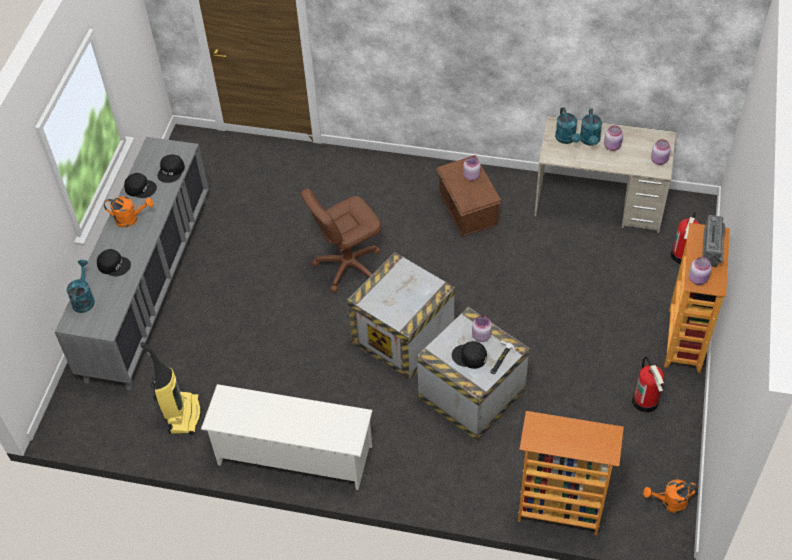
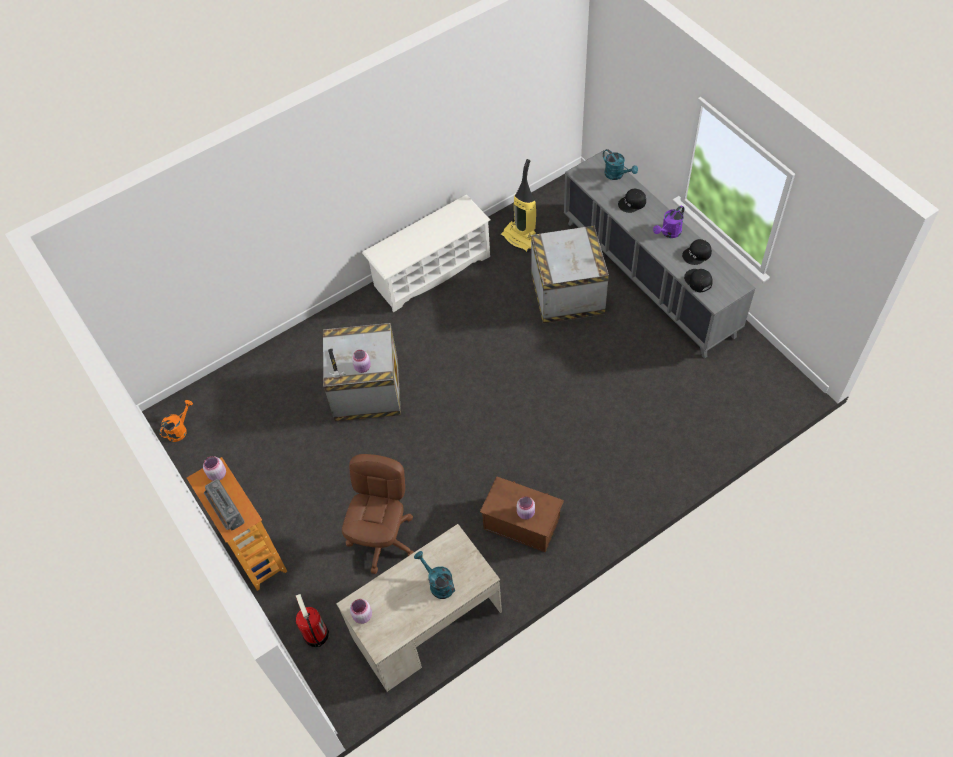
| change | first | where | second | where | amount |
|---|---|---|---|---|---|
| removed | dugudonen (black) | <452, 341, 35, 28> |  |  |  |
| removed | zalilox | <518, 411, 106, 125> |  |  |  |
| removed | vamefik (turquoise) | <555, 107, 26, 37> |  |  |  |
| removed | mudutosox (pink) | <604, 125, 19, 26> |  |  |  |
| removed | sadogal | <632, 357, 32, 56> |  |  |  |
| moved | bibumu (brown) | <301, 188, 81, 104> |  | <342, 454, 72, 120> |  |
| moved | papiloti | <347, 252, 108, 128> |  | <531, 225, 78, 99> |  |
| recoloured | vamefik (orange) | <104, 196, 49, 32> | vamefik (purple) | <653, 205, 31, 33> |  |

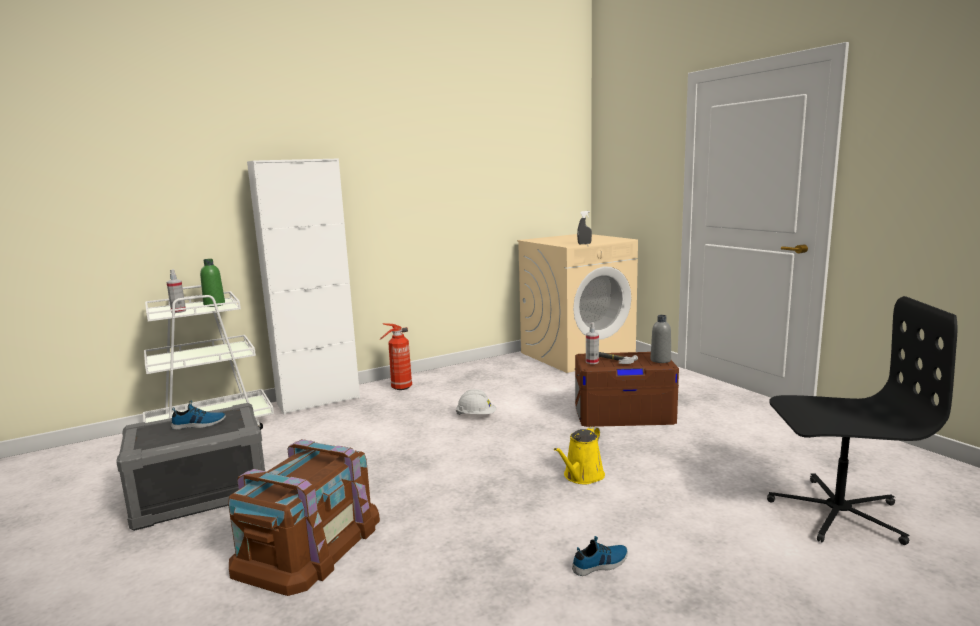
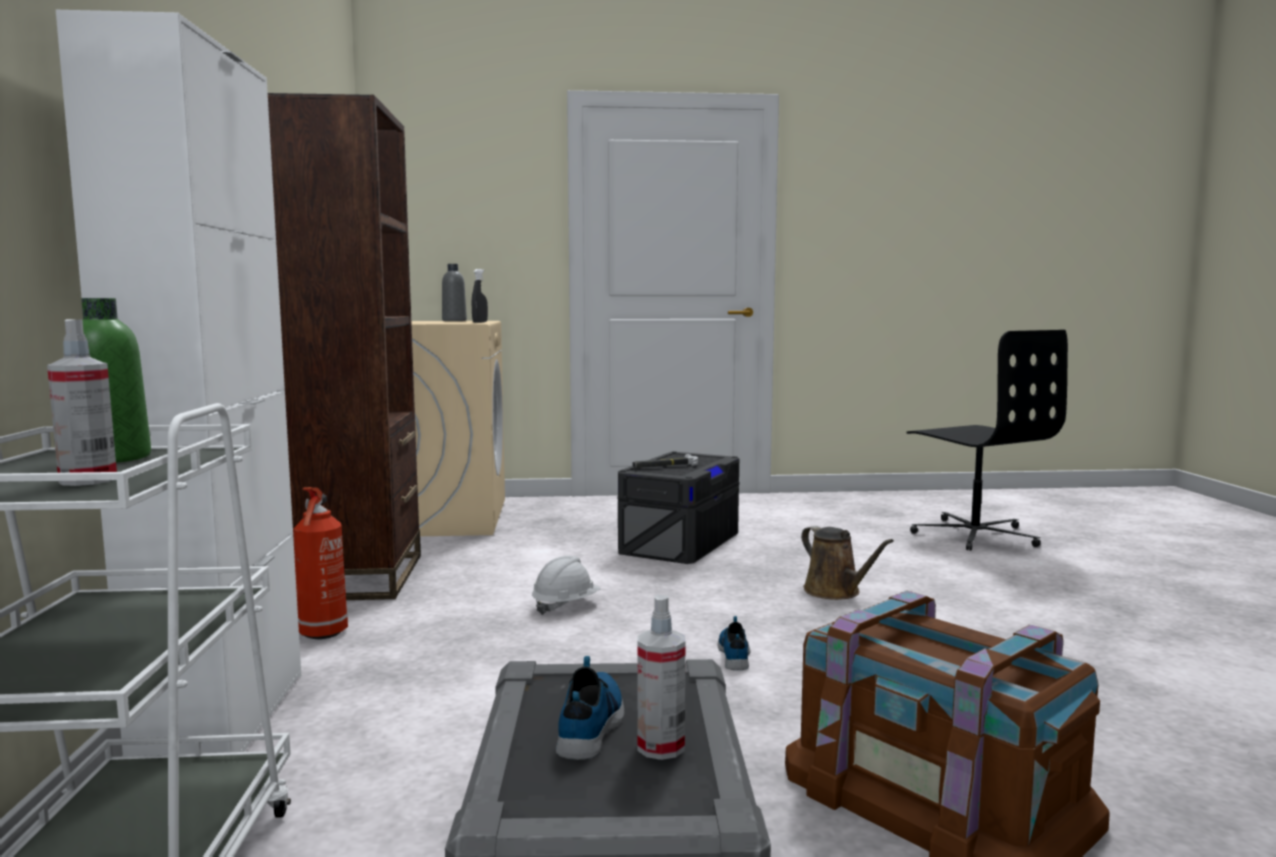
| change | first | where | second | where | amount |
|---|---|---|---|---|---|
| added |  |  | zalilox (brown) | <268, 93, 153, 507> |  |
| moved | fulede | <572, 536, 56, 40> |  | <718, 616, 33, 54> |  |
| moved | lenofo | <586, 322, 13, 42> |  | <637, 594, 49, 166> |  |
| moved | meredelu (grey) | <650, 315, 21, 48> |  | <442, 264, 25, 57> |  |
| recoloured | vamefik (yellow) | <554, 426, 51, 58> | vamefik (brown) | <801, 526, 93, 74> |  |
| recoloured | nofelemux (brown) | <575, 352, 104, 75> | nofelemux (grey) | <618, 451, 121, 113> |  |
| turned | bibumu (black) | <767, 296, 190, 249> |  | <906, 330, 162, 221> | 120 degrees clockwise |

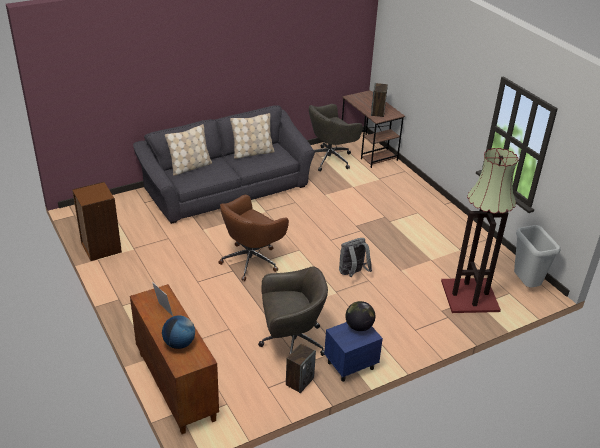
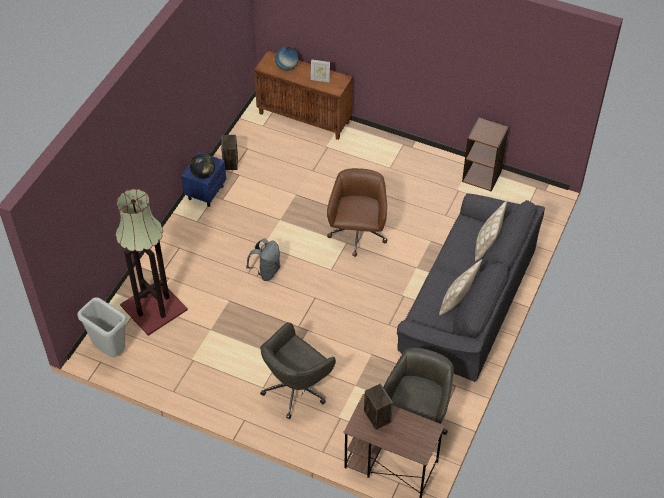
| change | first | where | second | where | amount |
|---|---|---|---|---|---|
| moved | bibumu (grey) | <258, 266, 70, 90> |  | <260, 322, 76, 97> |  |

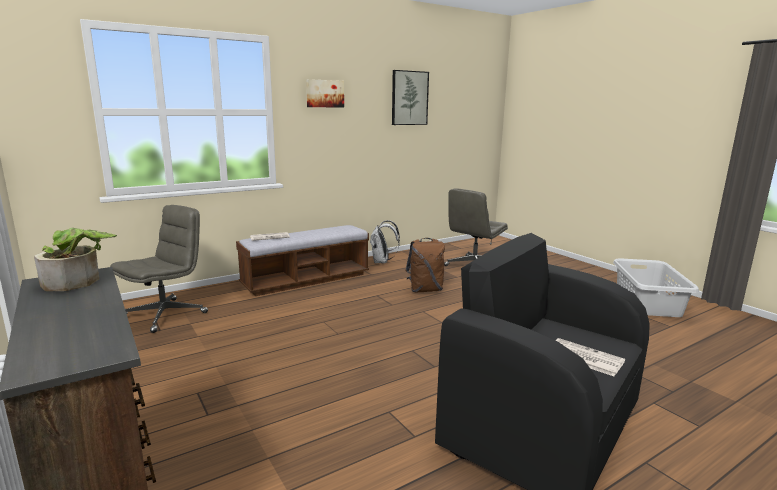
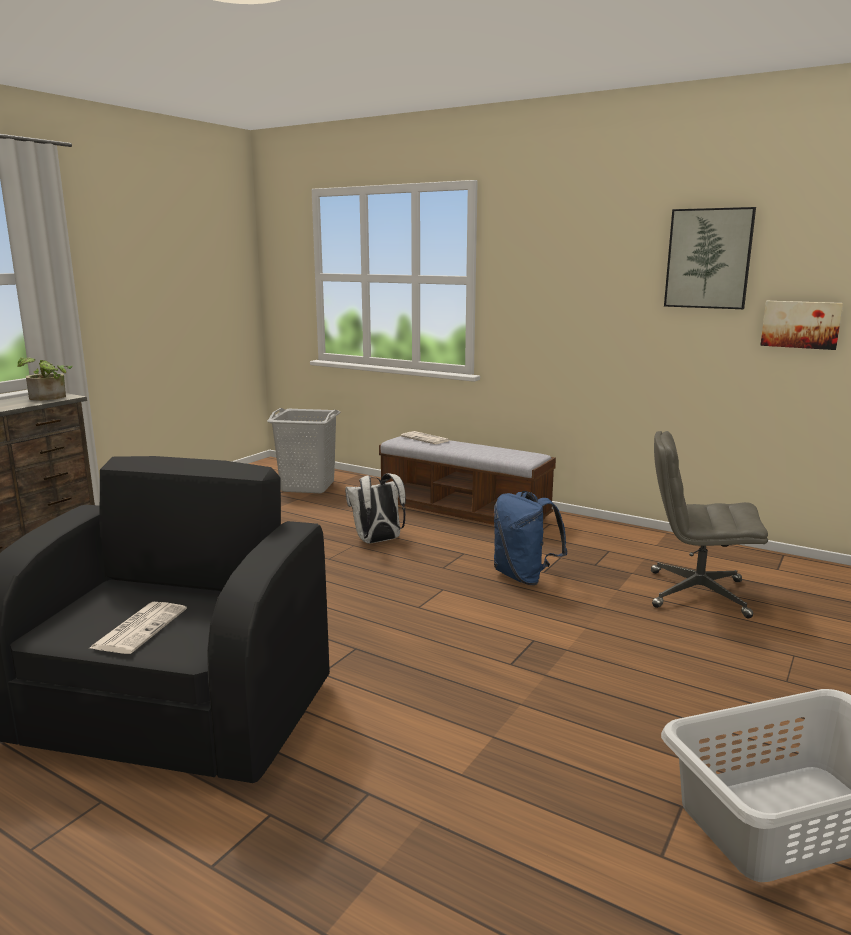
| change | first | where | second | where | amount |
|---|---|---|---|---|---|
| moved | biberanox | <306, 79, 38, 29> |  | <760, 301, 83, 49> |  |
| moved | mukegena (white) | <370, 220, 30, 43> |  | <345, 473, 61, 71> |  |
| replaced | bibumu (grey) | <110, 205, 98, 128> | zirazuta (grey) | <267, 408, 74, 85> |  |
| recoloured | mukegena (brown) | <405, 238, 40, 54> | mukegena (blue) | <494, 491, 74, 94> |  |

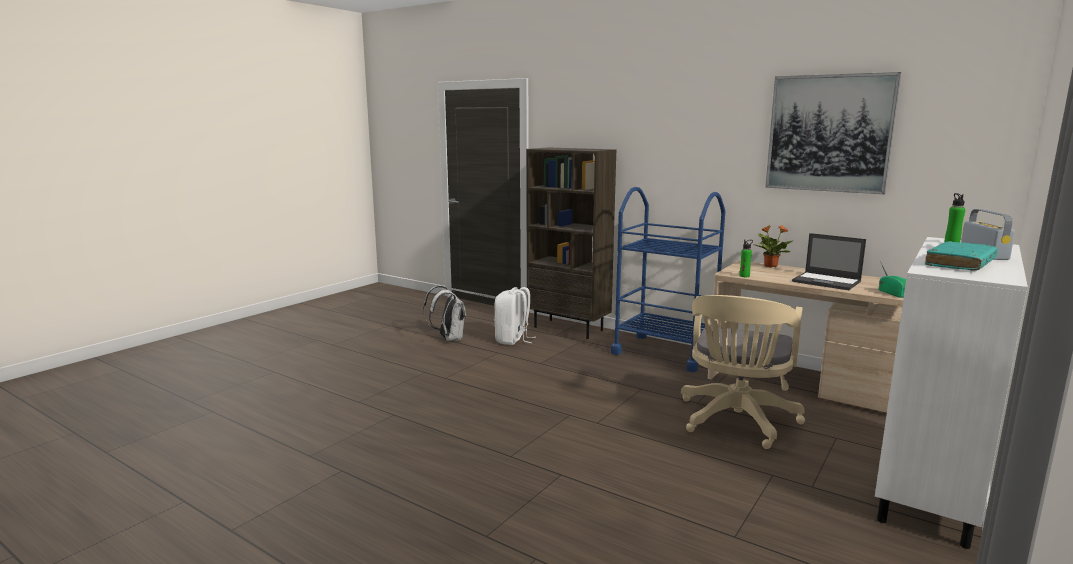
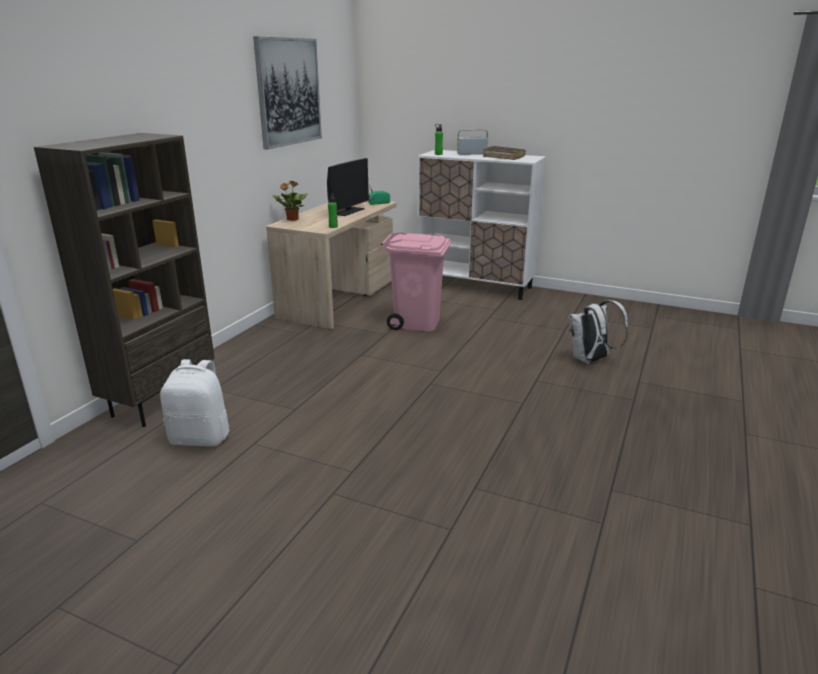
| change | first | where | second | where | amount |
|---|---|---|---|---|---|
| removed | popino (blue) | <611, 187, 114, 185> |  |  |  |
| moved | mukegena (white) | <423, 286, 43, 55> |  | <568, 300, 60, 64> |  |
| replaced | bibumu (beige) | <681, 295, 124, 154> | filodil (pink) | <381, 232, 71, 99> |  |
| replaced | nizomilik | <792, 233, 74, 57> | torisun | <327, 158, 42, 58> |  |
| recoloured | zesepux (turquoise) | <925, 241, 73, 30> | zesepux (brown) | <483, 146, 43, 14> |  |

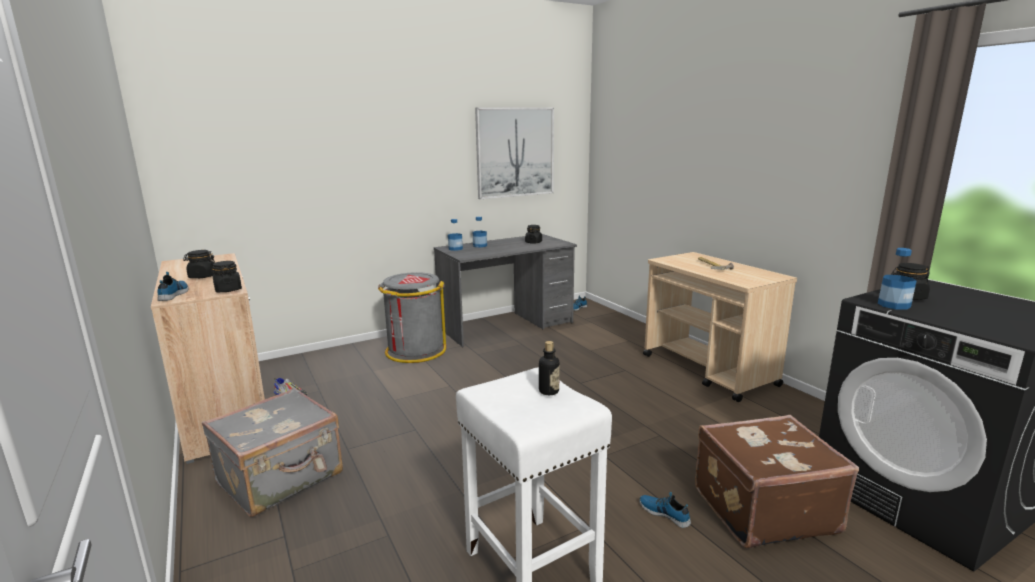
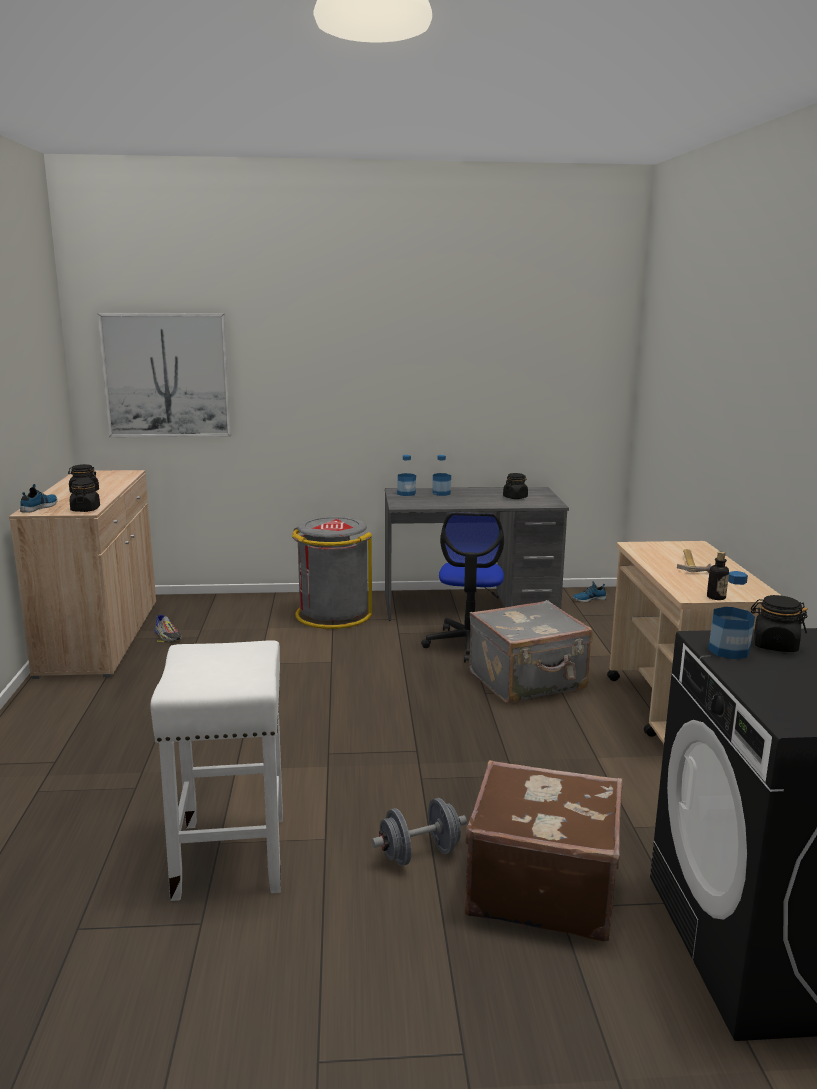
| change | first | where | second | where | amount |
|---|---|---|---|---|---|
| added |  |  | bibumu | <421, 512, 83, 151> |  |
| moved | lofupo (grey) | <202, 388, 141, 129> |  | <469, 600, 124, 103> |  |
| moved | biberanox | <475, 107, 79, 92> |  | <97, 313, 134, 124> |  |
| moved | meredelu | <539, 341, 21, 54> |  | <707, 552, 22, 48> |  |
| replaced | fulede | <639, 492, 52, 36> | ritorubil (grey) | <372, 798, 95, 68> |  |

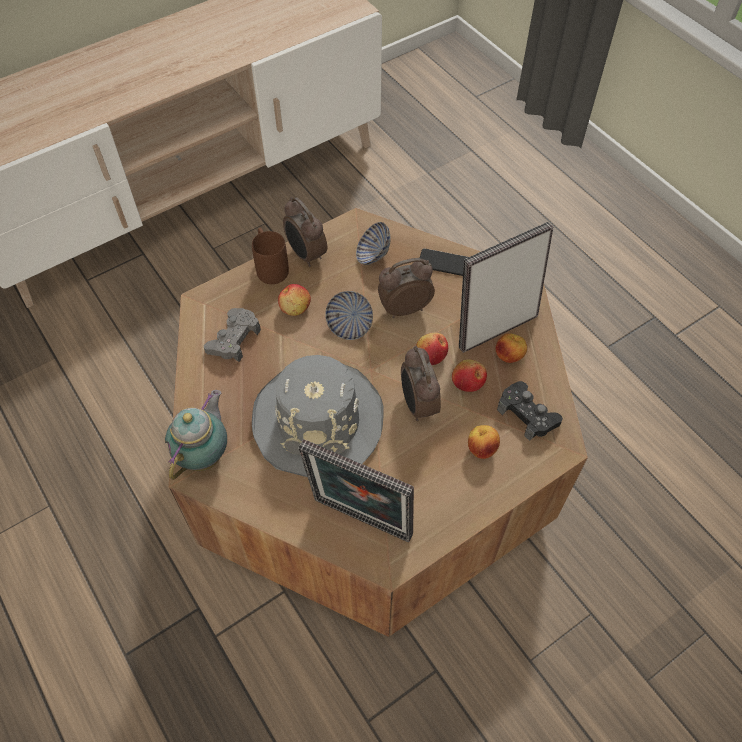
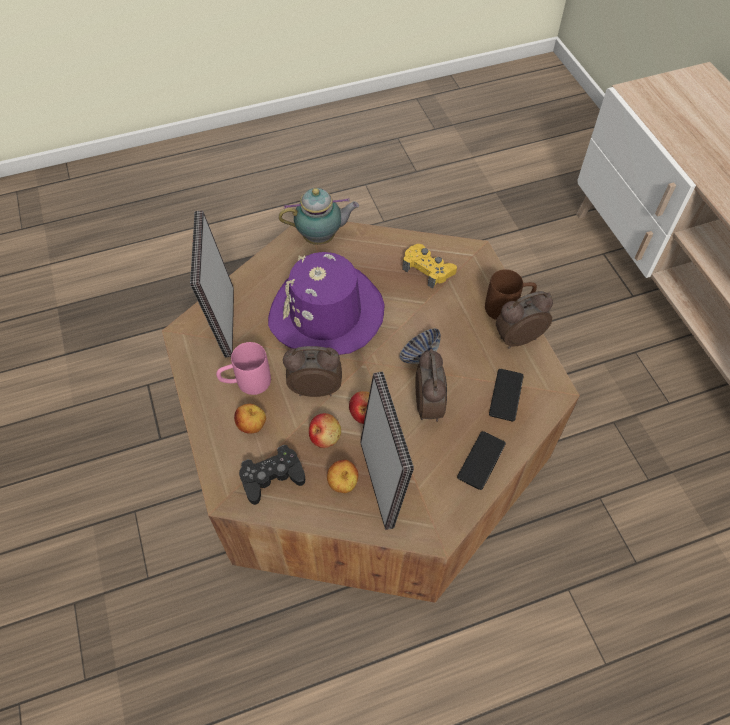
| change | first | where | second | where | amount |
|---|---|---|---|---|---|
| removed | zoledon | <278, 284, 33, 32> |  |  |  |
| added |  |  | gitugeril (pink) | <216, 342, 55, 53> |  |
| replaced | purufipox | <356, 222, 35, 43> | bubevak | <489, 369, 35, 53> |  |
| recoloured | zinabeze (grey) | <204, 308, 57, 54> | zinabeze (yellow) | <402, 244, 55, 45> |  |
| recoloured | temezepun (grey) | <252, 355, 132, 122> | temezepun (purple) | <268, 252, 116, 103> |  |
| turned | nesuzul | <165, 390, 62, 90> |  | <279, 188, 80, 57> | 45 degrees counterclockwise |
| turned | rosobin | <298, 439, 116, 103> |  | <190, 210, 44, 147> | 45 degrees counterclockwise |

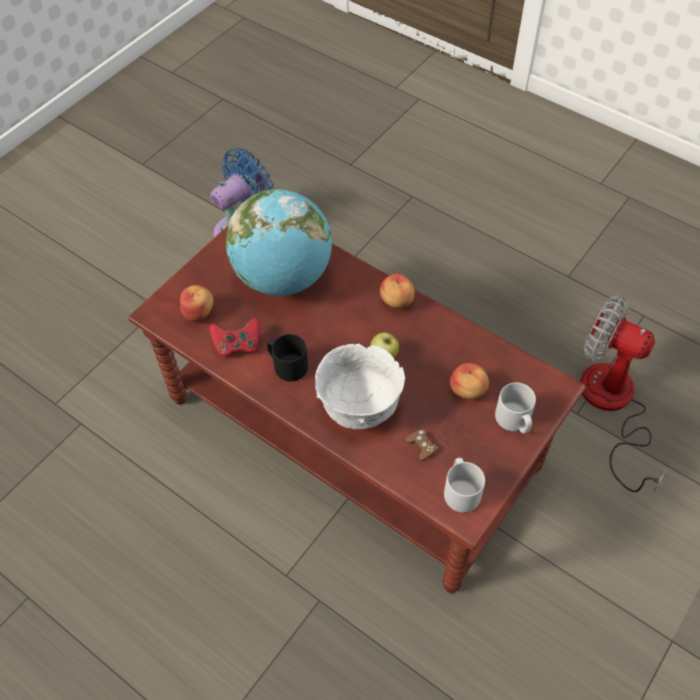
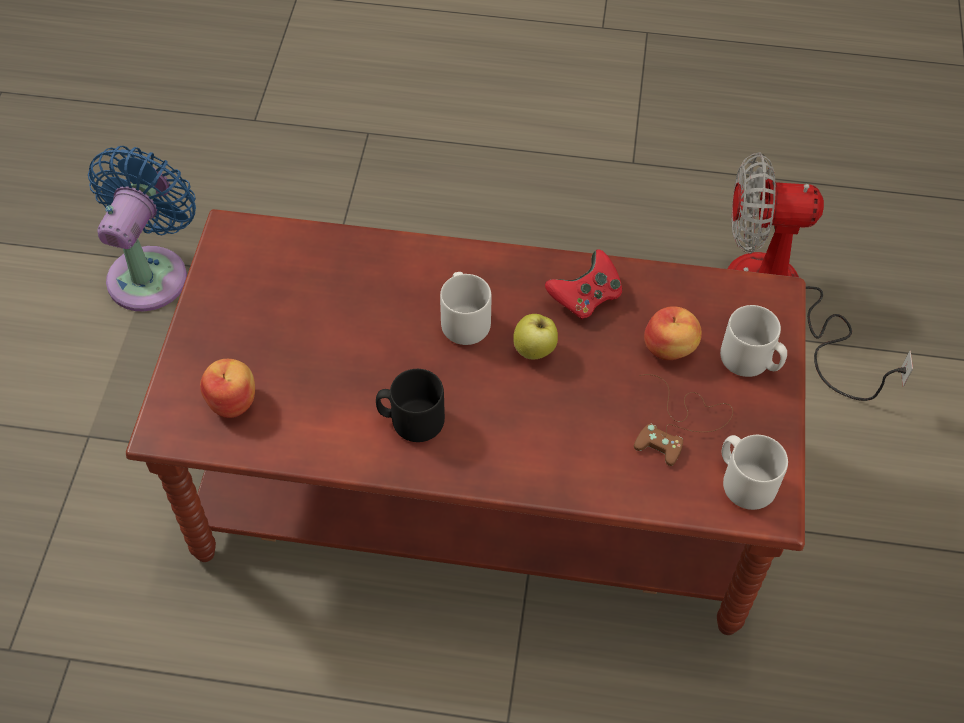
| change | first | where | second | where | amount |
|---|---|---|---|---|---|
| removed | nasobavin | <226, 189, 106, 107> |  |  |  |
| removed | purufipox (white) | <315, 344, 90, 85> |  |  |  |
| removed | zoledon | <380, 274, 35, 35> |  |  |  |
| added |  |  | gitugeril (grey) | <440, 272, 52, 73> |  |
| moved | zinabeze (red) | <209, 317, 51, 40> |  | <545, 249, 77, 70> |  |

